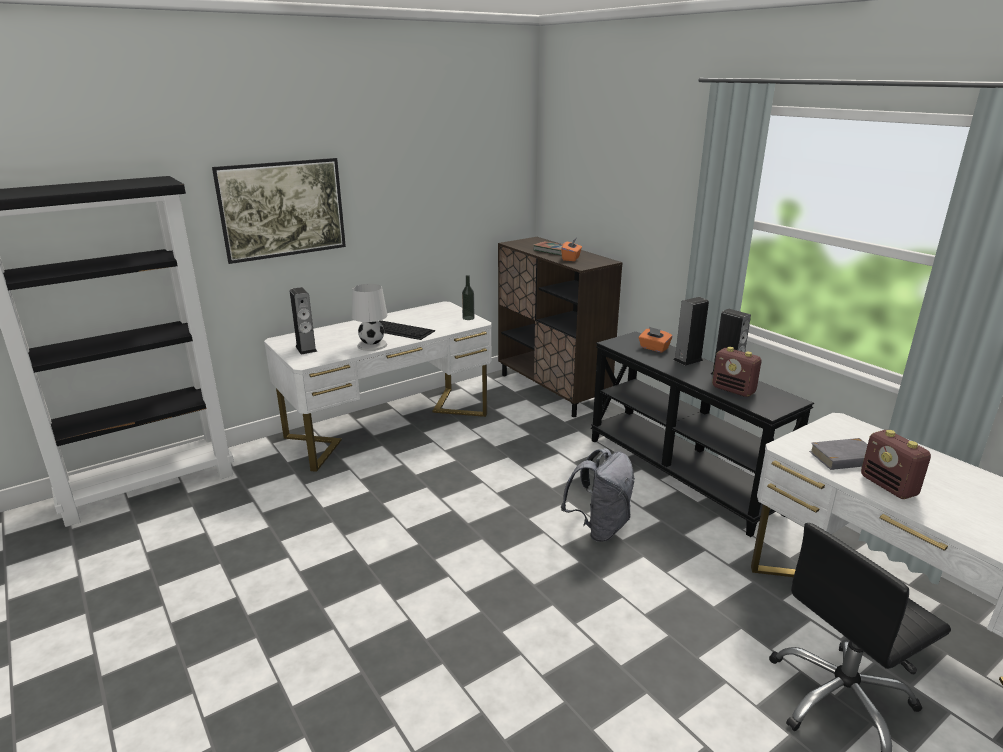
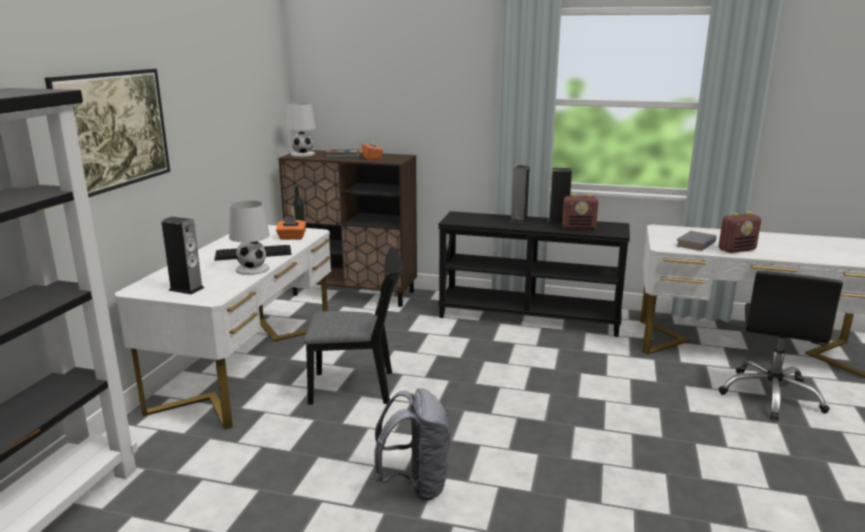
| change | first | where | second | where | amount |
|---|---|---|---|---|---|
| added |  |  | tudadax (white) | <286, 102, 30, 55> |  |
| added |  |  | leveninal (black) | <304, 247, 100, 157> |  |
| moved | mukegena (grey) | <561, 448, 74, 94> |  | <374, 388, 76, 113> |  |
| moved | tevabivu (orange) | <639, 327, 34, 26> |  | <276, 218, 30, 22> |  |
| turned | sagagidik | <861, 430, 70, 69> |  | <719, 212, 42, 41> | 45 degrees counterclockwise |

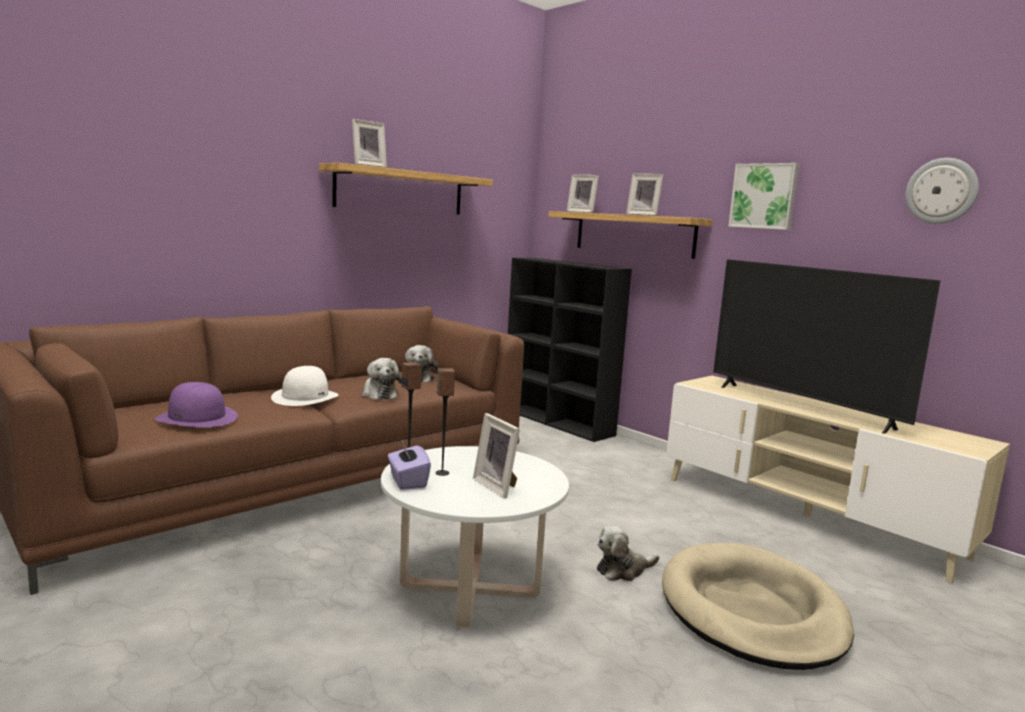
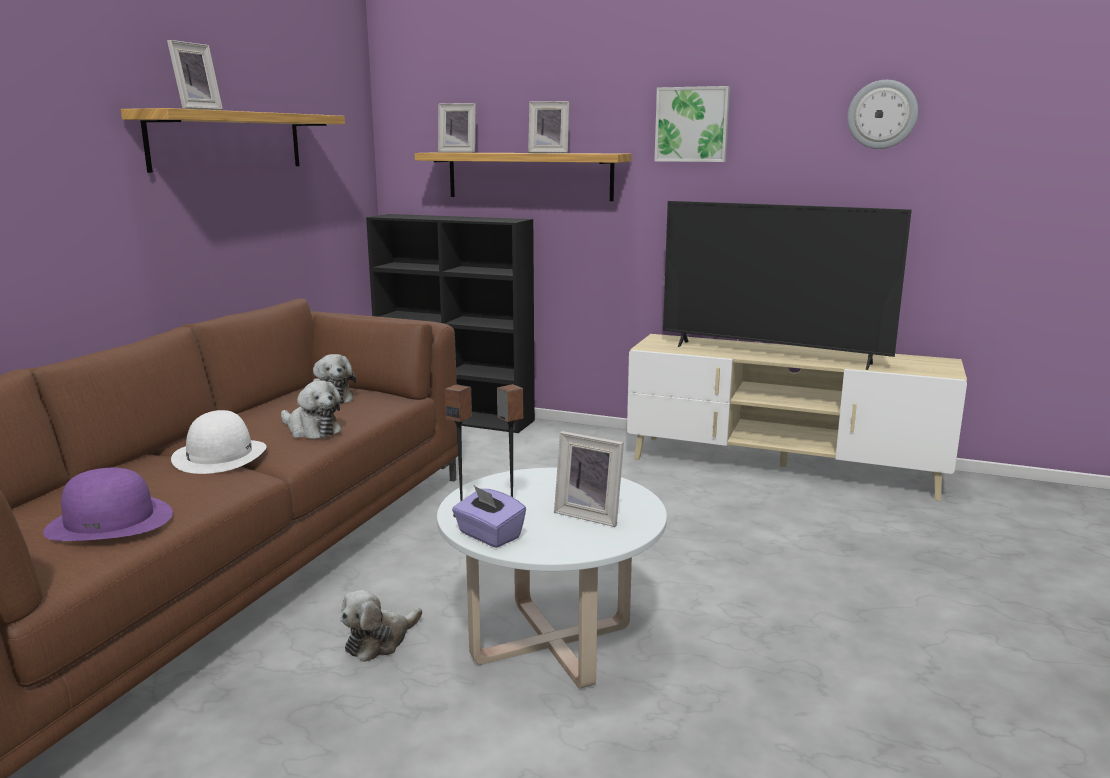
| change | first | where | second | where | amount |
|---|---|---|---|---|---|
| removed | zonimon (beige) | <662, 543, 192, 127> |  |  |  |
| moved | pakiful | <597, 526, 62, 55> |  | <340, 590, 82, 72> |  |

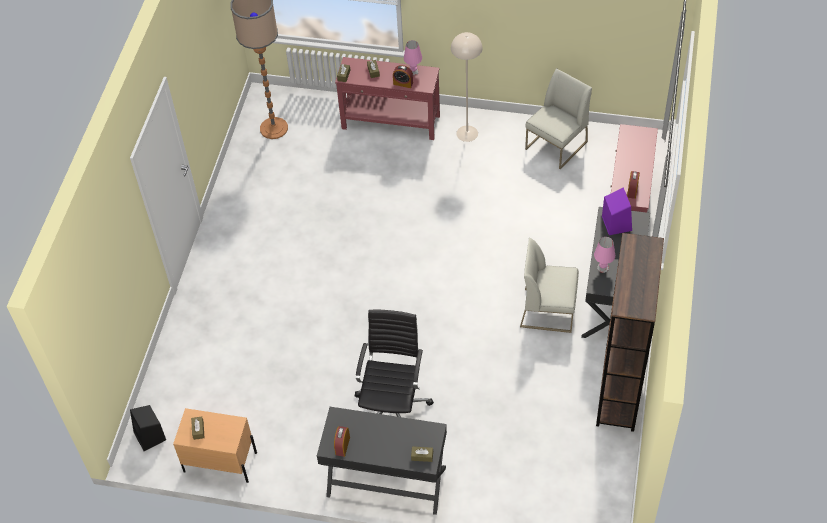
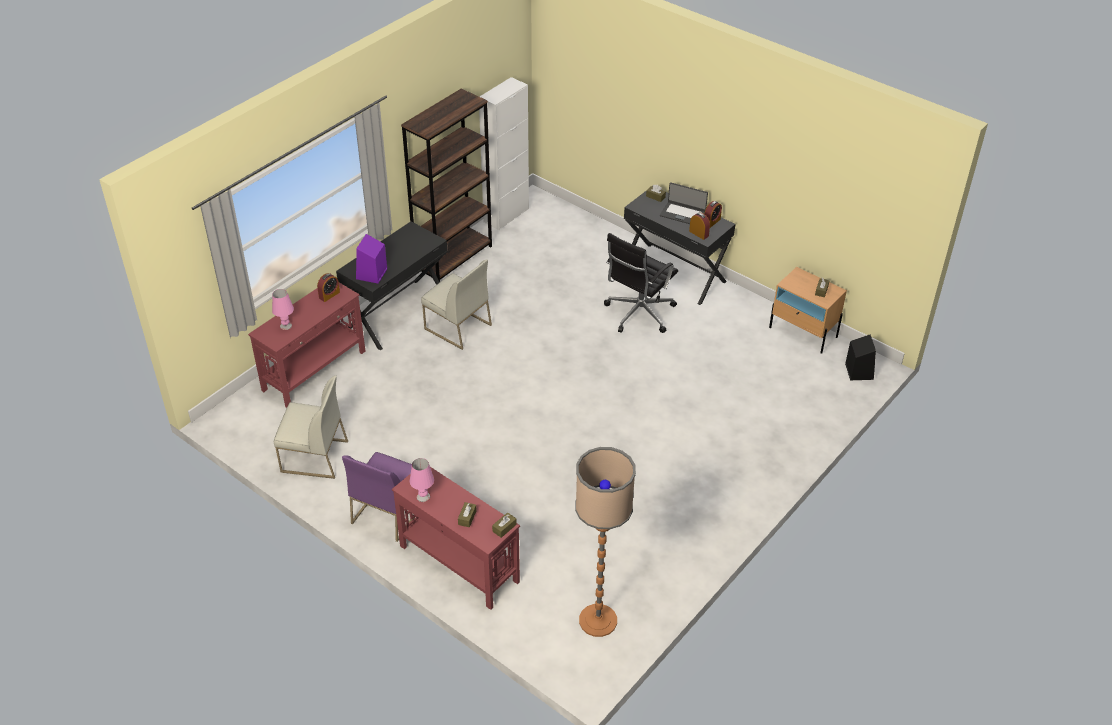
| change | first | where | second | where | amount |
|---|---|---|---|---|---|
| added |  |  | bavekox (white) | <479, 77, 50, 153> |  |
| added |  |  | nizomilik | <660, 182, 48, 42> |  |
| moved | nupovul | <393, 65, 20, 23> |  | <689, 213, 21, 27> |  |
| moved | tudadax (pink) | <594, 237, 21, 36> |  | <272, 289, 22, 41> |  |
| replaced | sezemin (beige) | <451, 32, 32, 110> | leveninal (purple) | <342, 452, 73, 90> |  |
| turned | leveninal (white) | <525, 68, 67, 101> |  | <274, 376, 74, 103> | 150 degrees counterclockwise |

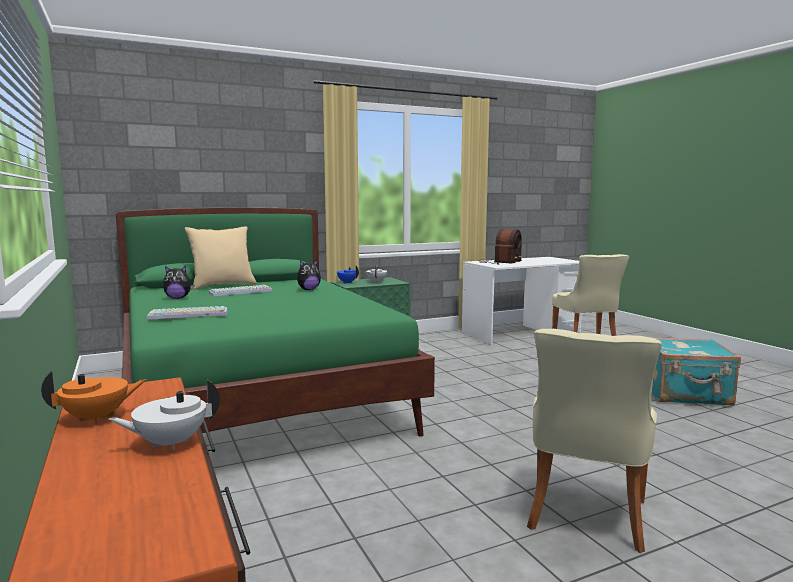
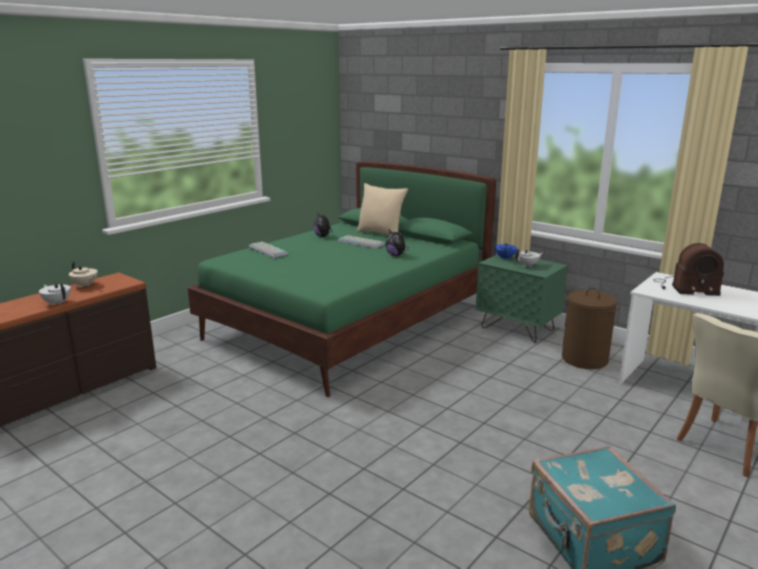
| change | first | where | second | where | amount |
|---|---|---|---|---|---|
| removed | leveninal (beige) | <527, 329, 135, 224> |  |  |  |
| added |  |  | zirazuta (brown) | <562, 288, 58, 81> |  |
| recoloured | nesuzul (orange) | <41, 371, 106, 53> | nesuzul (beige) | <69, 261, 29, 27> |  |

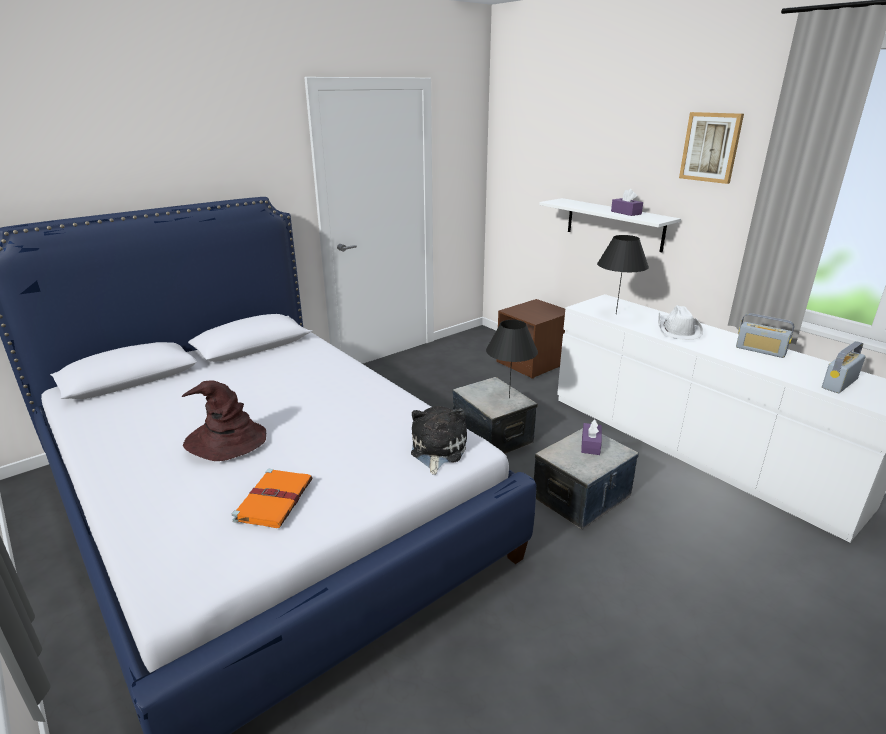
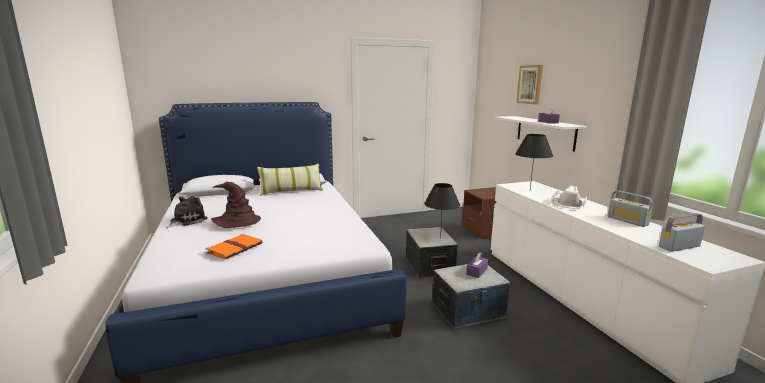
| change | first | where | second | where | amount |
|---|---|---|---|---|---|
| added |  |  | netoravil | <257, 163, 66, 33> |  |
| moved | pakiful | <411, 406, 56, 69> |  | <166, 196, 42, 33> |  |
| moved | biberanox | <679, 112, 65, 72> |  | <516, 65, 27, 40> |  |

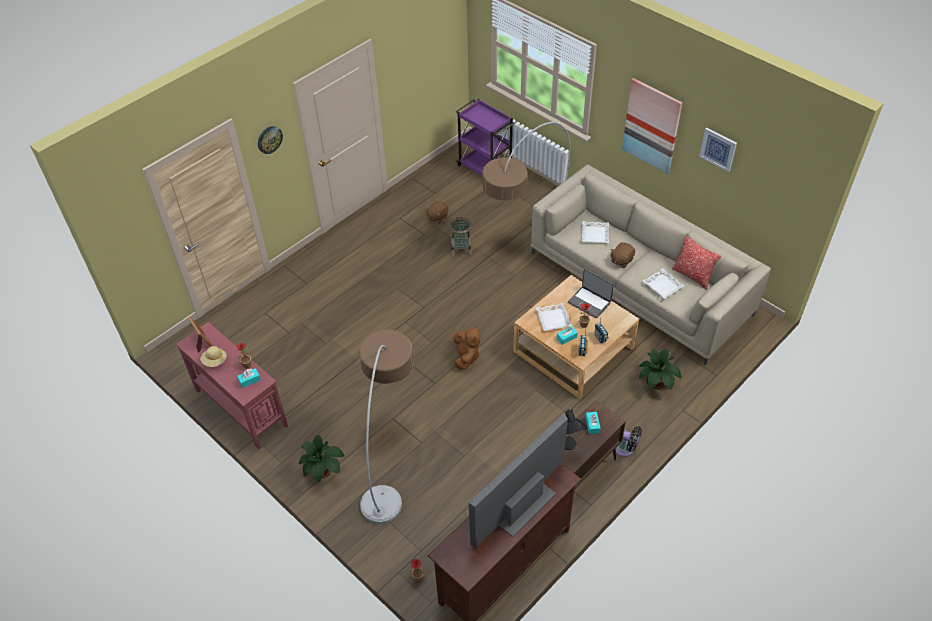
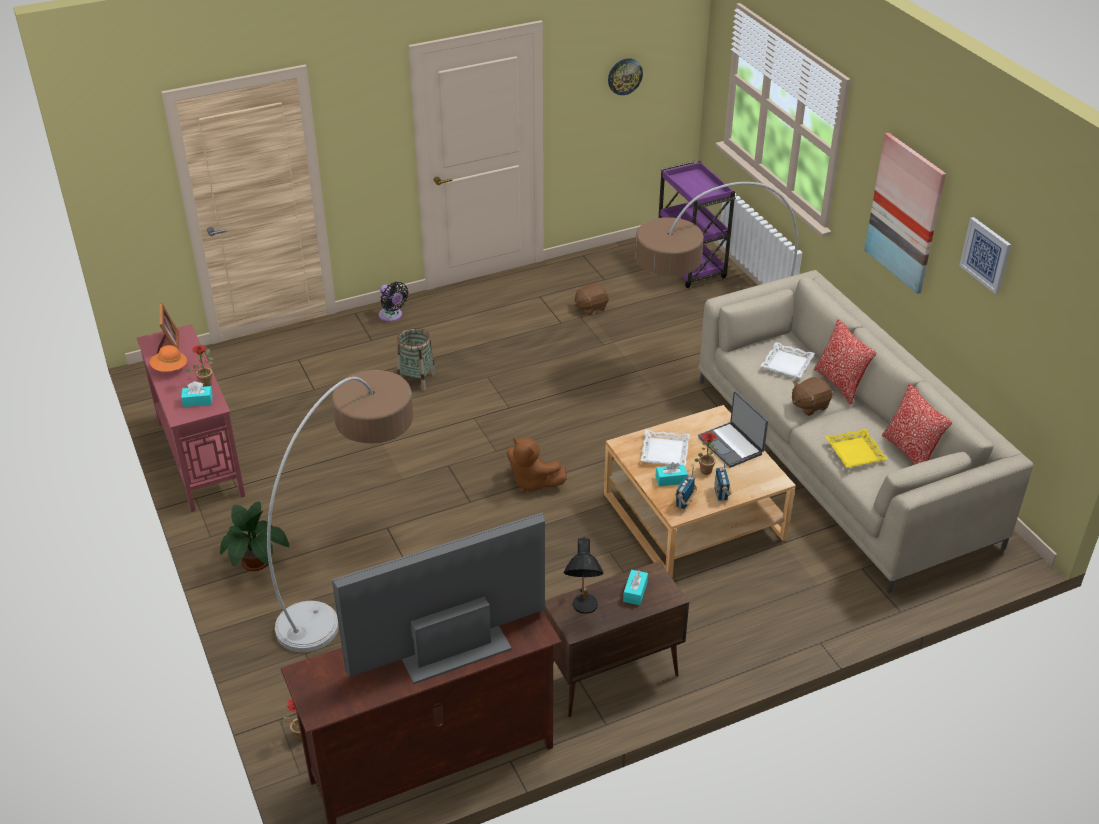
| change | first | where | second | where | amount |
|---|---|---|---|---|---|
| removed | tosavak | <639, 349, 42, 41> |  |  |  |
| added |  |  | netoravil | <814, 319, 62, 85> |  |
| moved | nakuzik | <258, 126, 25, 28> |  | <608, 58, 35, 37> |  |
| moved | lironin | <450, 217, 21, 39> |  | <397, 328, 39, 63> |  |
| moved | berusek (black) | <616, 426, 26, 31> |  | <379, 282, 29, 40> |  |
| recoloured | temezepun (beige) | <200, 346, 27, 21> | temezepun (orange) | <150, 345, 38, 27> |  |
| recoloured | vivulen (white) | <643, 268, 41, 31> | vivulen (yellow) | <825, 429, 63, 39> |  |
| turned | pakiful (brown) | <454, 325, 26, 45> |  | <507, 438, 60, 55> | 105 degrees clockwise |

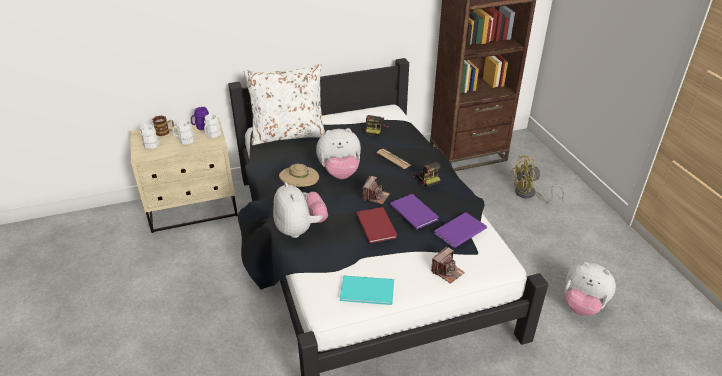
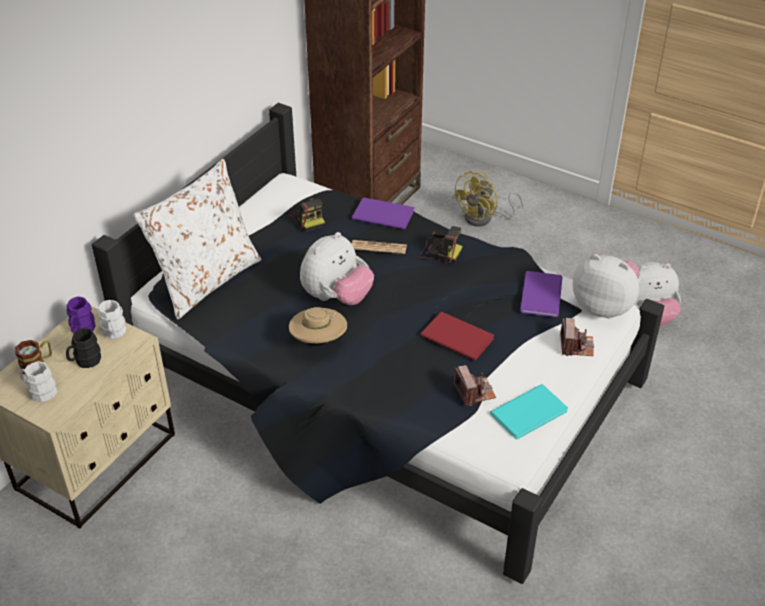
| change | first | where | second | where | amount |
|---|---|---|---|---|---|
| moved | pakiful | <273, 182, 55, 56> |  | <573, 254, 68, 64> |  |
| moved | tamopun | <363, 176, 27, 28> |  | <454, 365, 42, 41> |  |
| moved | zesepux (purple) | <390, 194, 49, 35> |  | <352, 198, 62, 32> |  |
| recoloured | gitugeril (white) | <172, 120, 23, 25> | gitugeril (black) | <66, 328, 35, 40> |  |

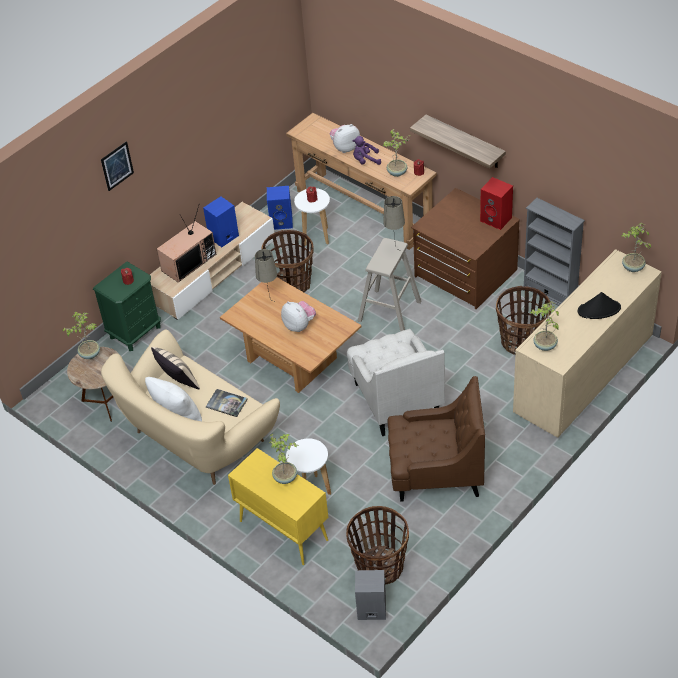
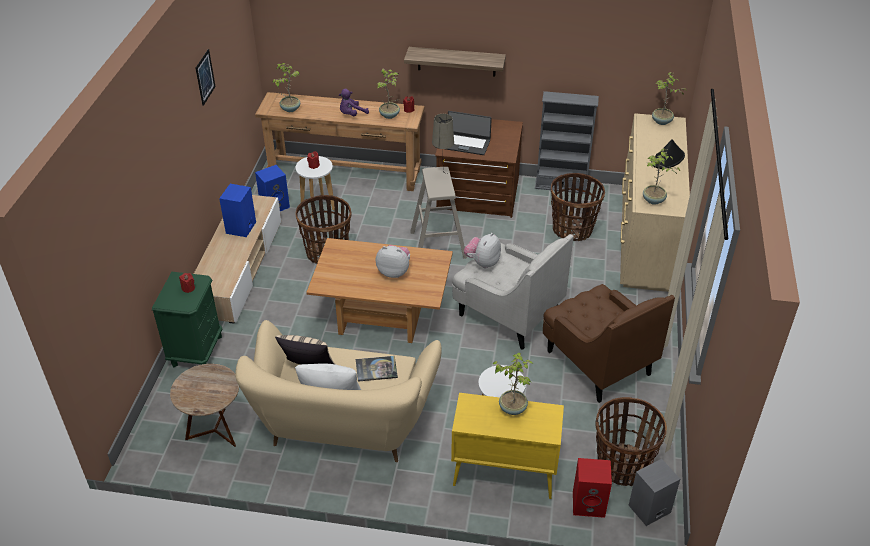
| change | first | where | second | where | amount |
|---|---|---|---|---|---|
| removed | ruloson | <157, 205, 59, 77> |  |  |  |
| removed | tudadax (beige) | <255, 249, 22, 53> |  |  |  |
| added |  |  | nizomilik | <446, 111, 46, 44> |  |
| moved | tosavak | <62, 312, 38, 47> |  | <273, 63, 27, 49> |  |
| moved | biberanox | <101, 141, 33, 50> |  | <196, 49, 20, 57> |  |
| moved | pakiful | <330, 124, 30, 29> |  | <464, 233, 37, 35> |  |
| moved | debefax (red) | <480, 177, 33, 53> |  | <573, 458, 39, 60> |  |
| turned | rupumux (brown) | <388, 376, 97, 126> |  | <543, 284, 132, 119> | 90 degrees clockwise |

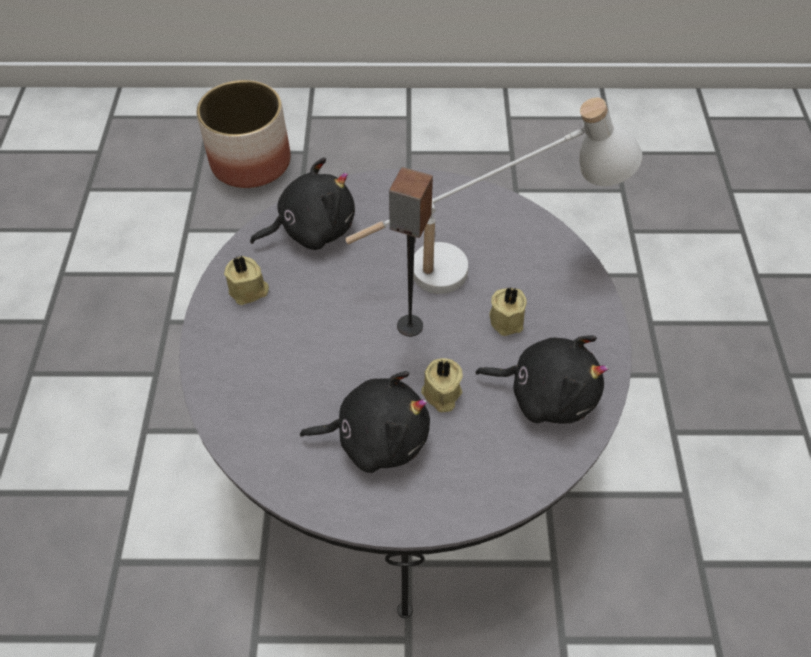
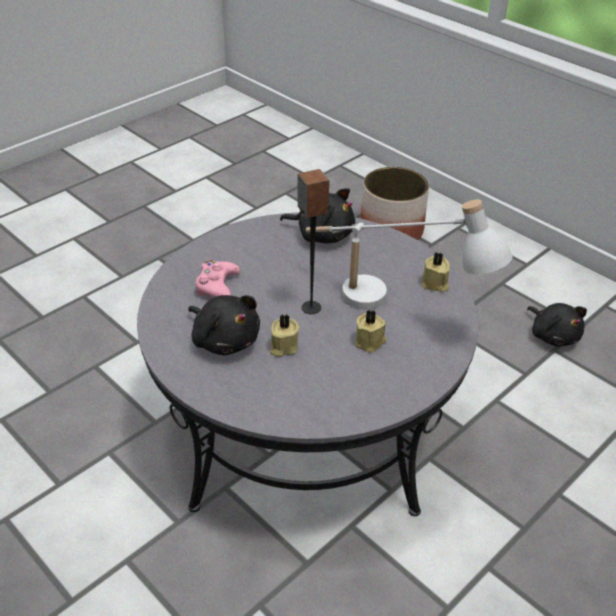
| change | first | where | second | where | amount |
|---|---|---|---|---|---|
| added |  |  | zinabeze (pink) | <195, 260, 45, 37> |  |
| moved | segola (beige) | <224, 256, 45, 49> |  | <422, 253, 28, 39> |  |
| moved | pakiful (black) | <475, 335, 134, 89> |  | <527, 303, 60, 43> |  |

